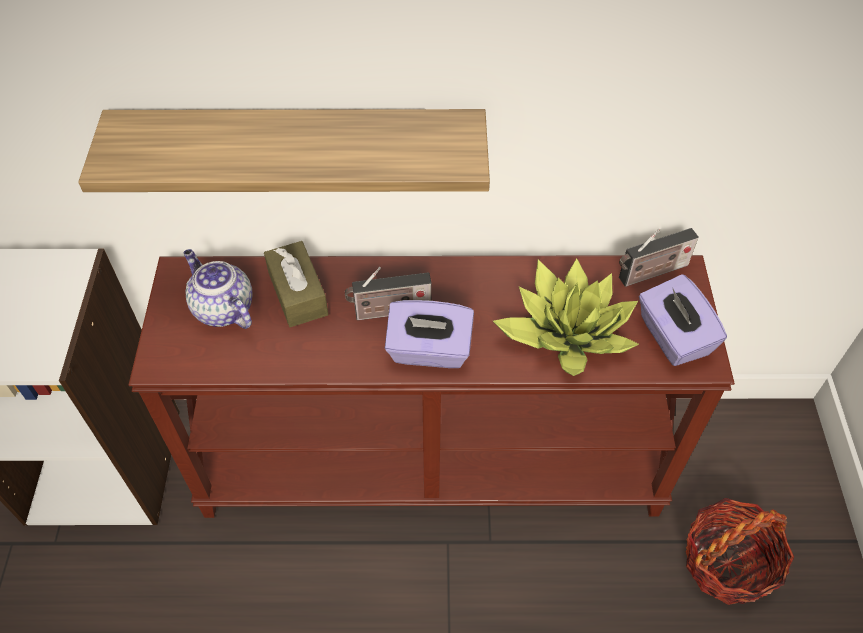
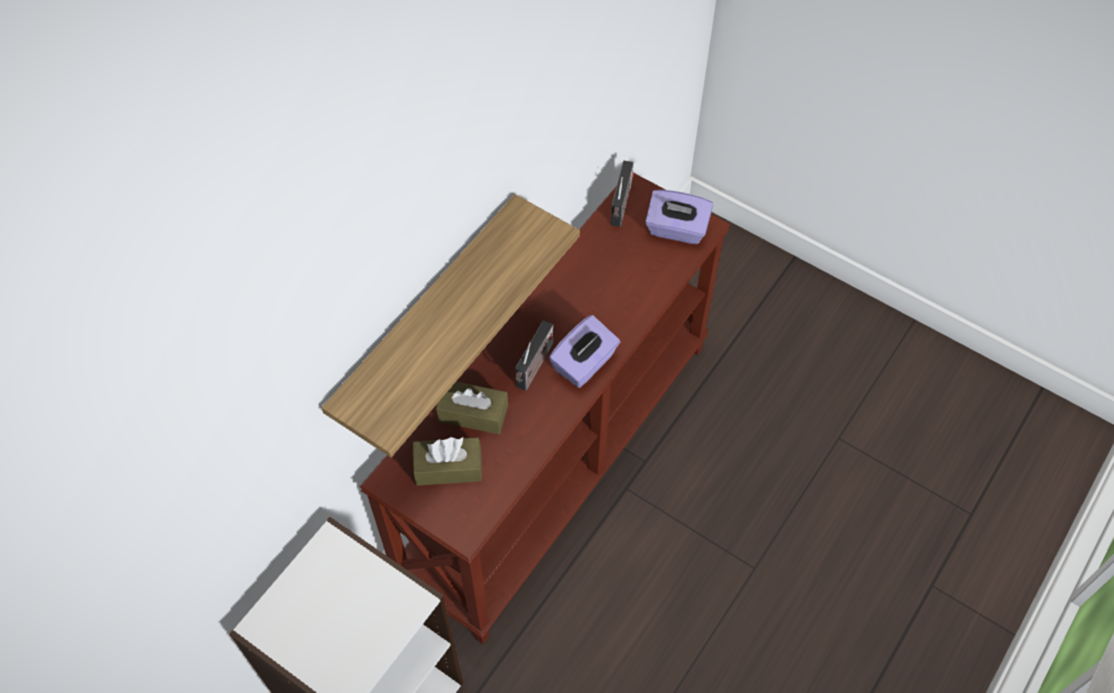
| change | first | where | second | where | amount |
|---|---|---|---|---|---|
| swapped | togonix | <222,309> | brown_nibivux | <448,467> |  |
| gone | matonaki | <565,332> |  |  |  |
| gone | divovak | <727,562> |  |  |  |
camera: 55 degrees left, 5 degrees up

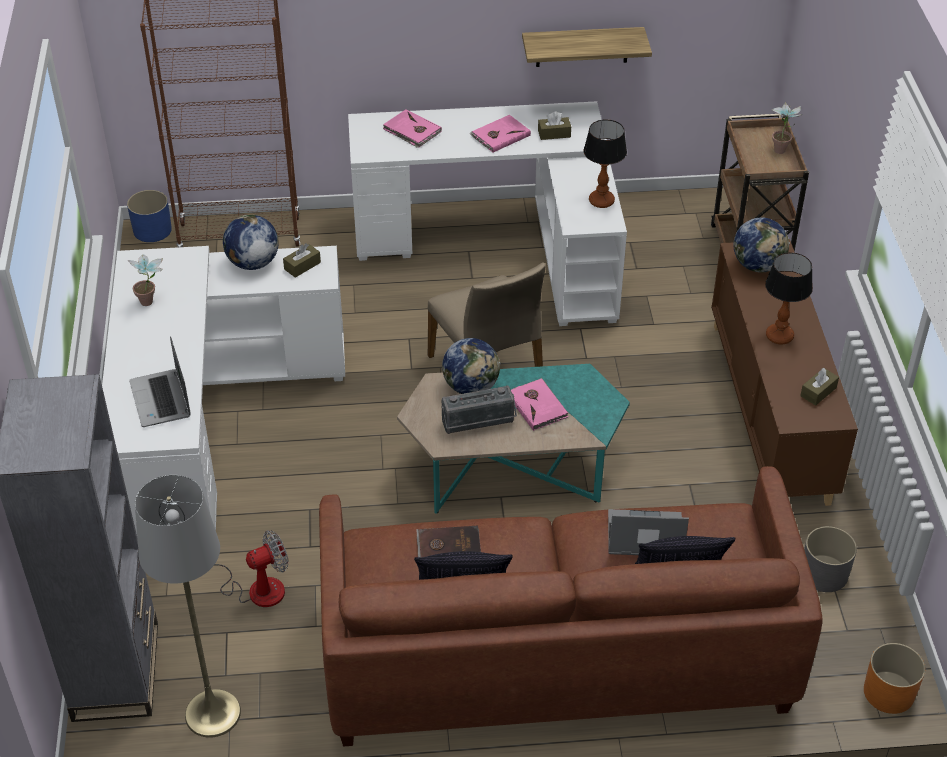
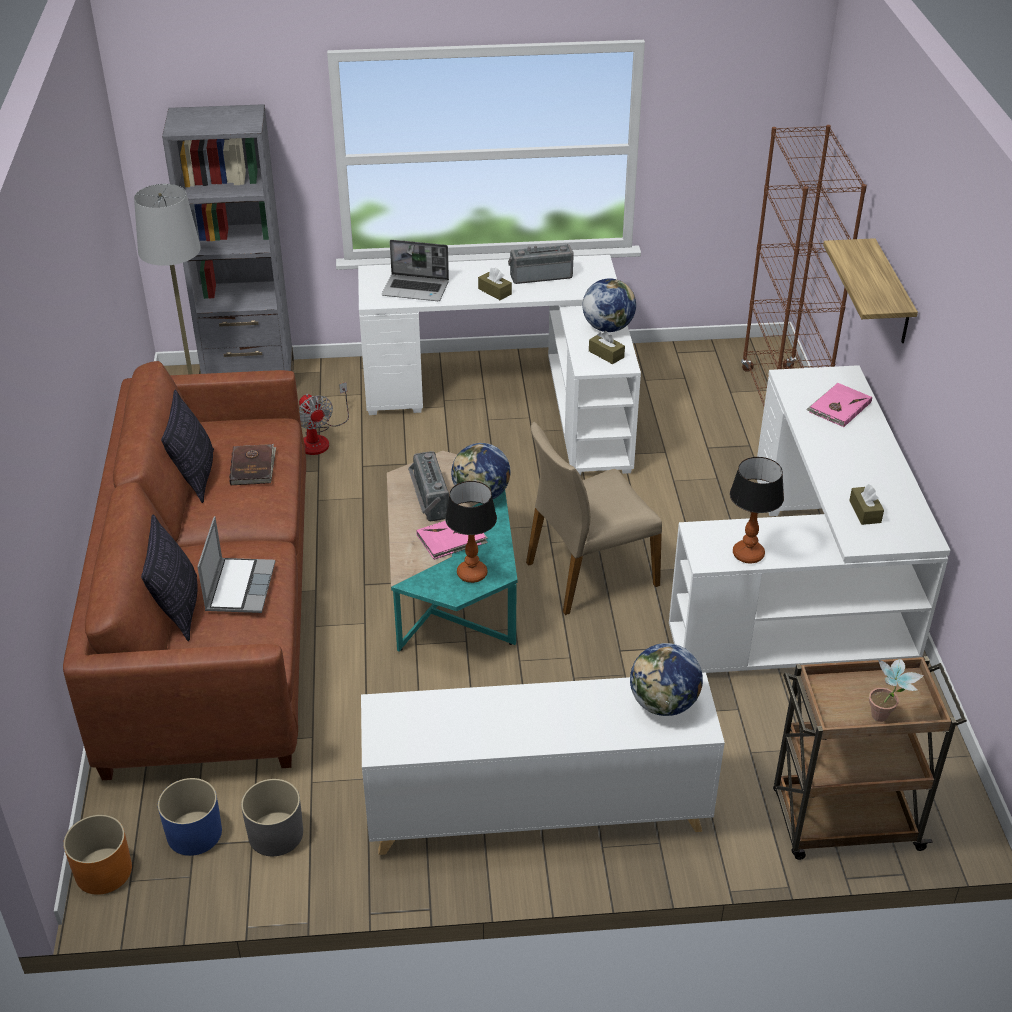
| change | first | where | second | where | amount |
|---|---|---|---|---|---|
| shifted | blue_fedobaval | <152,230> |  | <194,833> |  |
| swapped | matonaki | <151,302> | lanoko | <540,275> |  |
| rotated | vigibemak | <162,400> |  | <416,289> | 150 degrees counterclockwise |
| gone | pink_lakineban | <500,135> |  |  |  |
| shifted | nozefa | <582,46> |  | <891,294> |  |
| repainted | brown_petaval | <769,411> | white_petaval | <536,811> |  |
| shifted | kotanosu | <779,336> |  | <471,573> |  |
| shifted | brown_nibivux | <818,392> |  | <494,291> |  |
camera: 90 degrees right, 5 degrees down

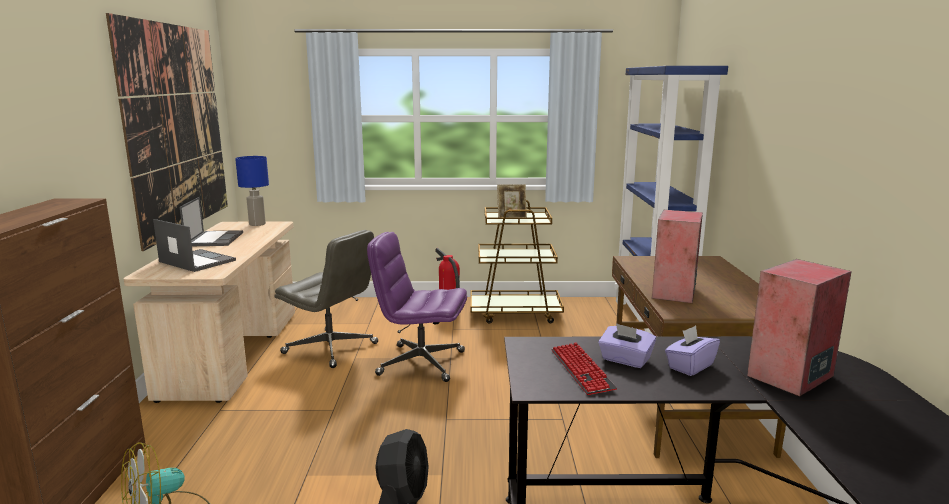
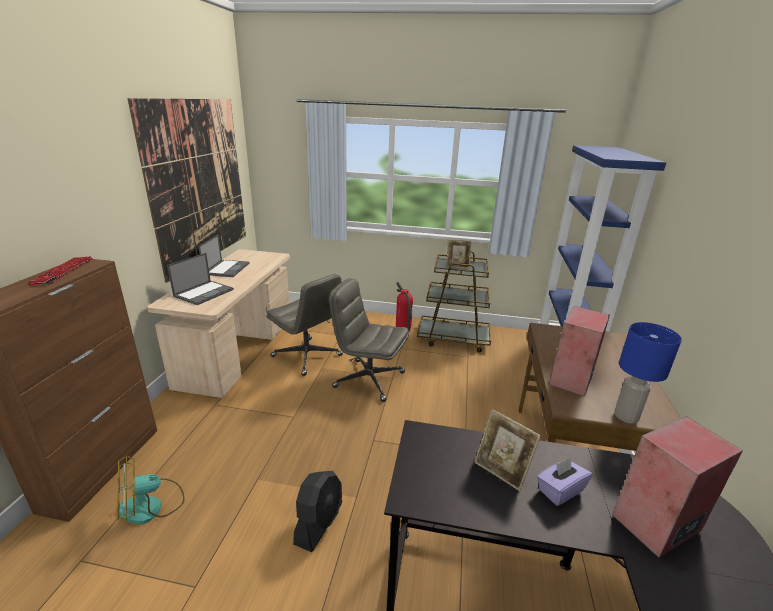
| change | first | where | second | where | amount |
|---|---|---|---|---|---|
| rotated | vigibemak | <196,261> |  | <204,293> | 75 degrees clockwise |
| shifted | blue_kotanosu | <257,224> |  | <626,416> |  |
| repainted | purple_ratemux | <420,363> | grey_ratemux | <368,379> |  |
| shifted | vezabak | <581,370> |  | <63,272> |  |
| swapped | purple_nibivux | <625,360> | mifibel | <501,471> |  |
camera: 10 degrees right, 10 degrees up

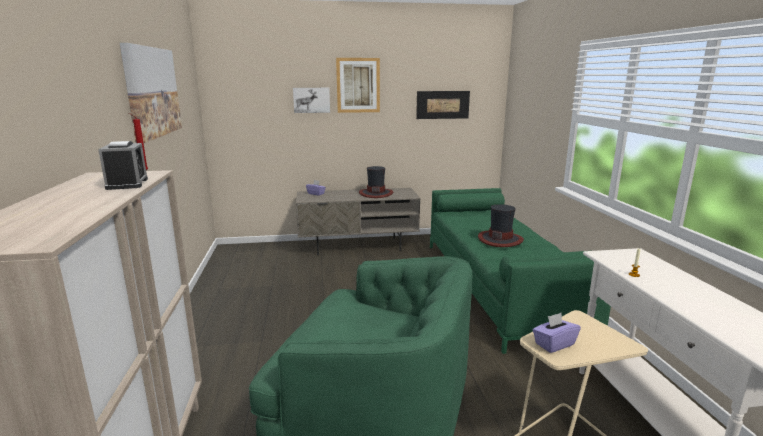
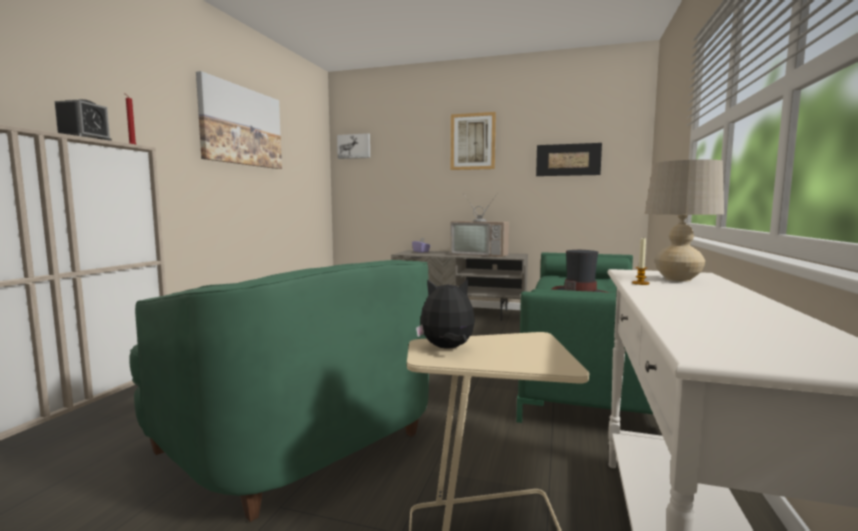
| change | first | where | second | where | amount |
|---|---|---|---|---|---|
| shifted | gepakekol | <311,100> |  | <354,146> |  |
| swapped | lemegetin | <376,193> | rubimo | <480,254> |  |
| swapped | purple_nibivux | <554,344> | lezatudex | <447,349> |  |
| new |  |  | beige_kotanosu | <678,279> |  |
camera: 25 degrees right, 10 degrees down

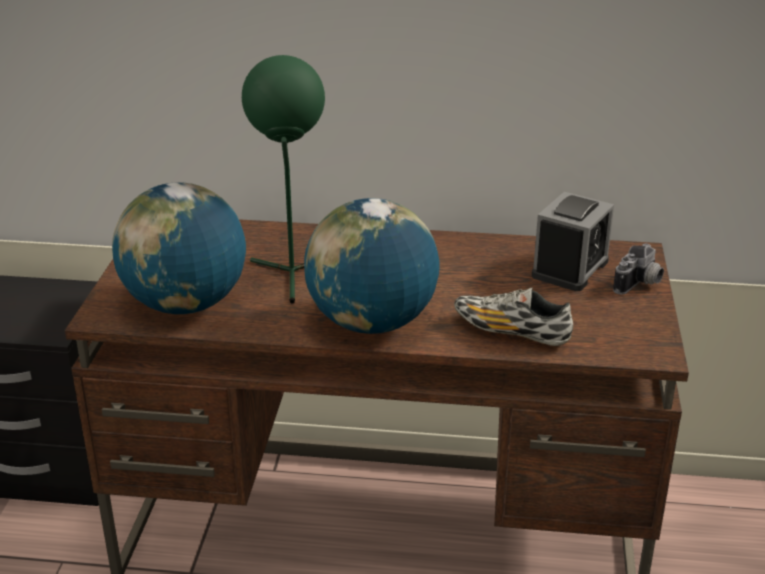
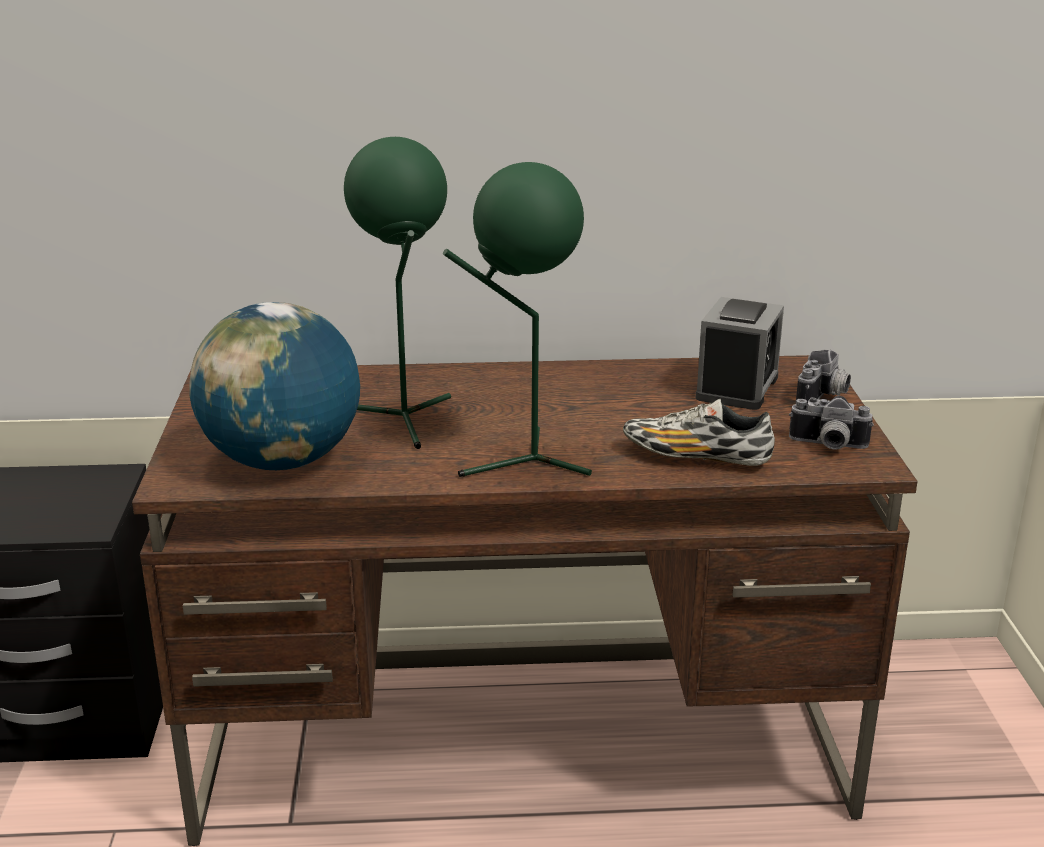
| change | first | where | second | where | amount |
|---|---|---|---|---|---|
| swapped | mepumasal | <371,323> | green_kotanosu | <524,461> |  |
| new |  |  | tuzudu | <827,446> |  |
camera: 10 degrees left, 5 degrees down

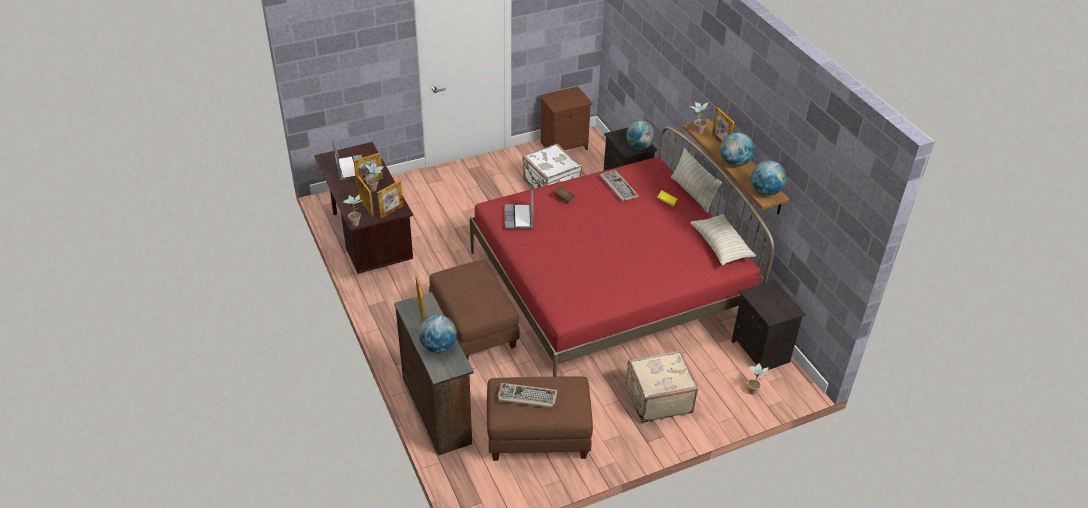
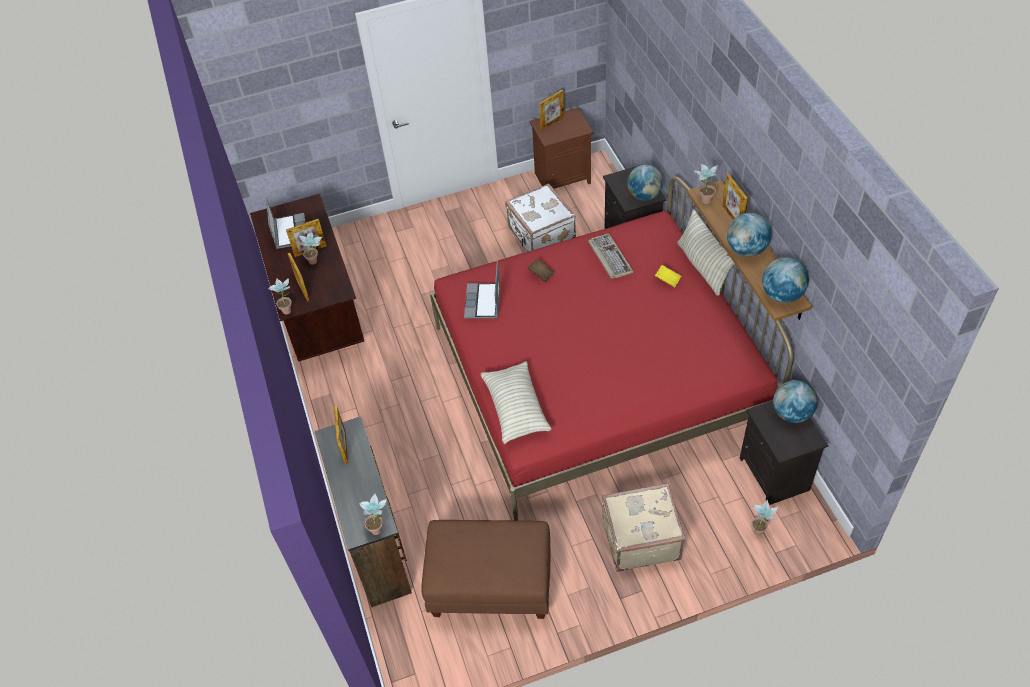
| change | first | where | second | where | amount |
|---|---|---|---|---|---|
| shifted | mifibel | <391,211> |  | <552,123> |  |
| shifted | mepumasal | <438,346> |  | <791,413> |  |
| gone | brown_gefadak | <475,327> |  |  |  |
| gone | vezabak | <526,397> |  |  |  |
| shifted | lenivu | <721,246> |  | <516,409> |  |
| new |  |  | matonaki | <379,527> |  |
camera: 10 degrees right, 10 degrees up

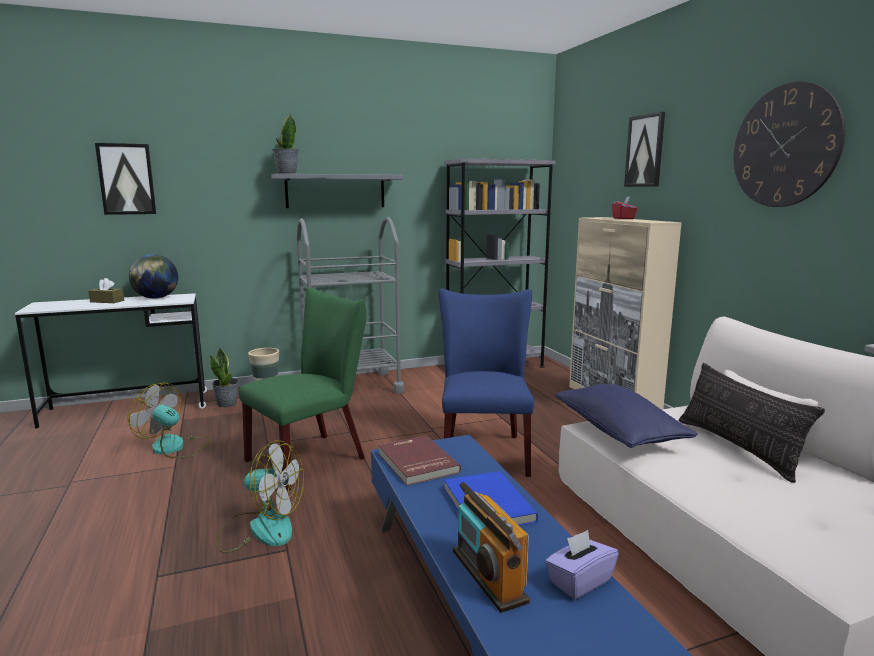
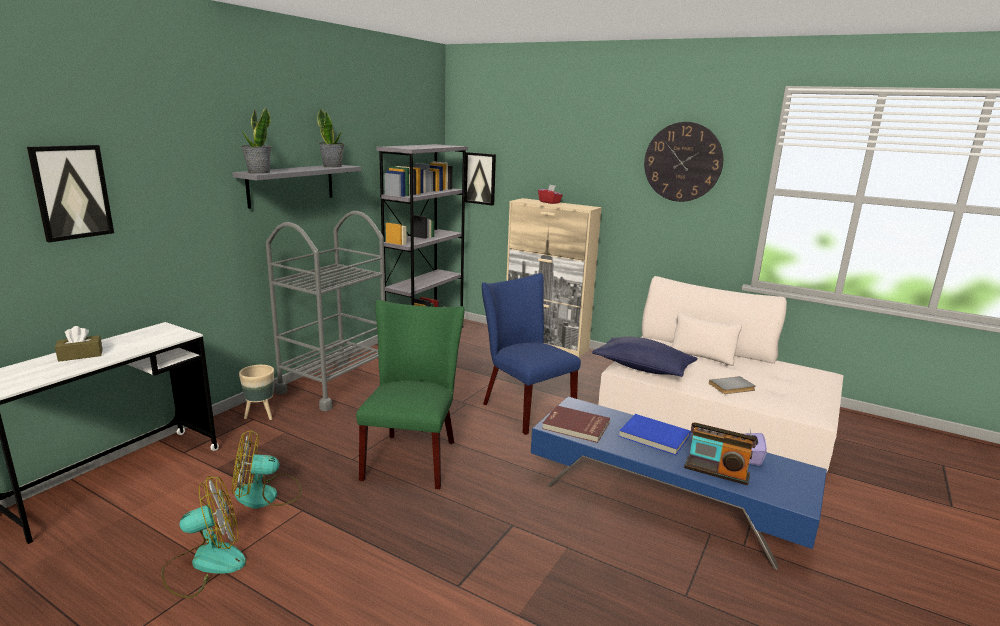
| change | first | where | second | where | amount |
|---|---|---|---|---|---|
| gone | mepumasal | <156,298> |  |  |  |
| shifted | matonaki | <227,404> |  | <332,166> |  |
| shifted | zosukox | <260,528> |  | <205,563> |  |
| shifted | gepakekol | <645,151> |  | <480,178> |  |
| gone | lenivu | <737,447> |  |  |  |
| new |  |  | grey_lakineban | <732,387> |  |
camera: 40 degrees left, 5 degrees up

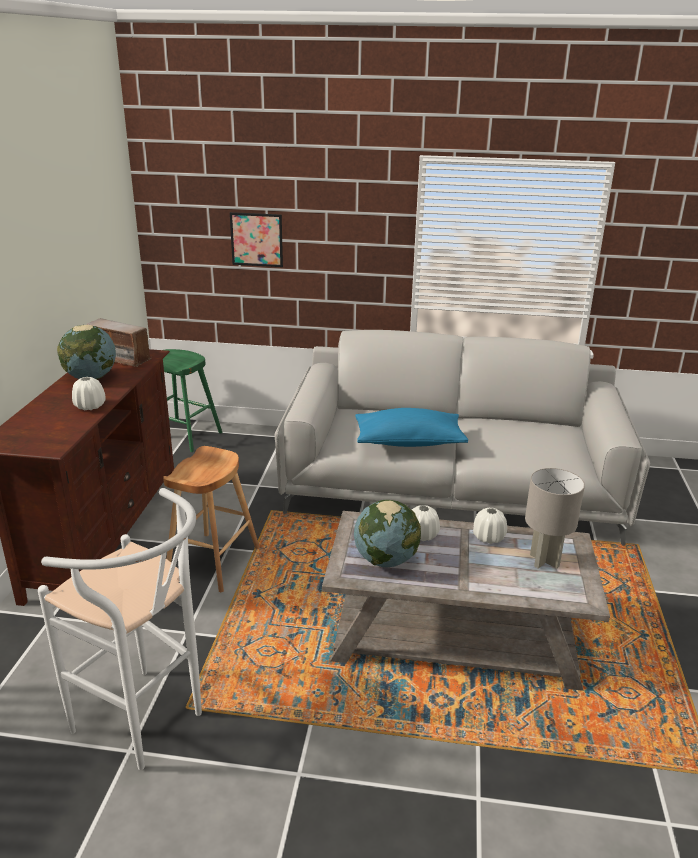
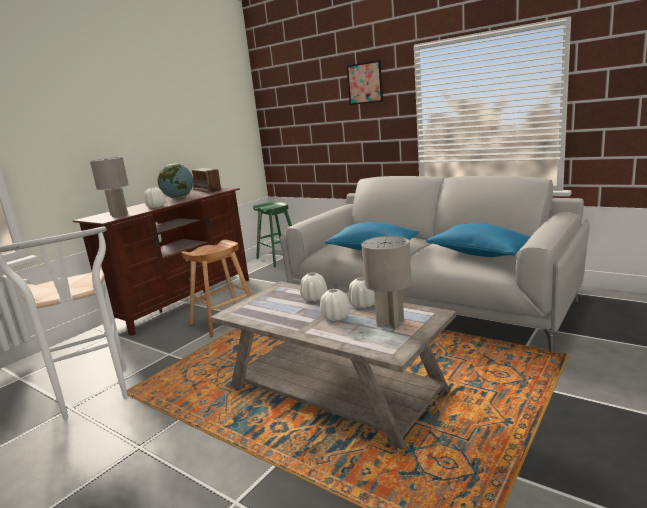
| change | first | where | second | where | amount |
|---|---|---|---|---|---|
| shifted | gepakekol | <256,239> |  | <365,83> |  |
| gone | mepumasal | <386,560> |  |  |  |
| new |  |  | grey_kotanosu | <119,214> |  |
| new |  |  | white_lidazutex | <336,317> |  |
| new |  |  | blue_lenivu | <480,254> |  |
camera: 30 degrees right, 10 degrees down

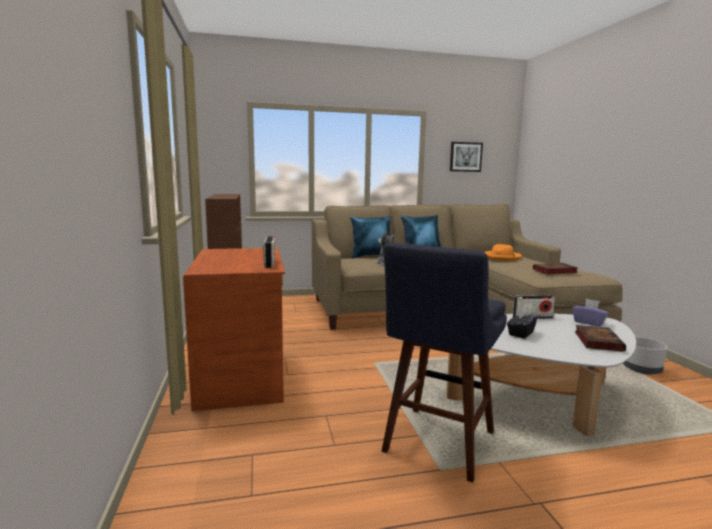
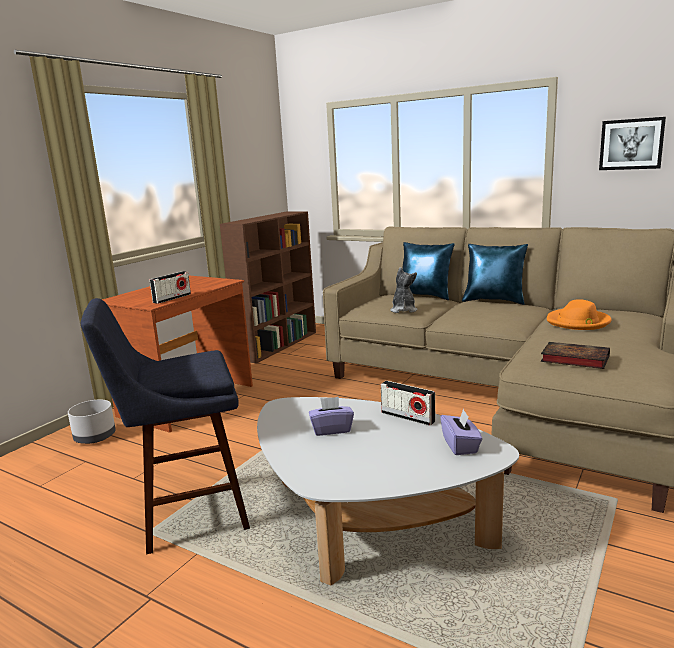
| change | first | where | second | where | amount |
|---|---|---|---|---|---|
| repainted | black_nibivux | <520,333> | purple_nibivux | <331,429> |  |
| gone | lakineban | <597,341> |  |  |  |
| shifted | grey_fedobaval | <642,369> |  | <95,437> |  |
camera: 45 degrees right, 5 degrees up

